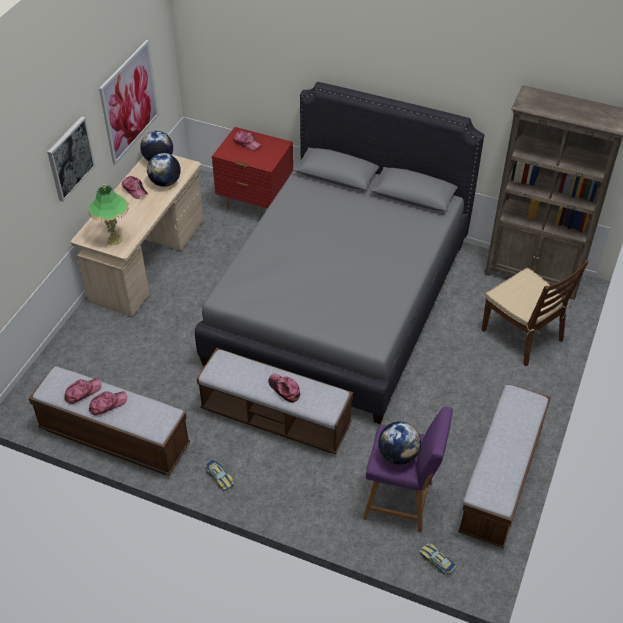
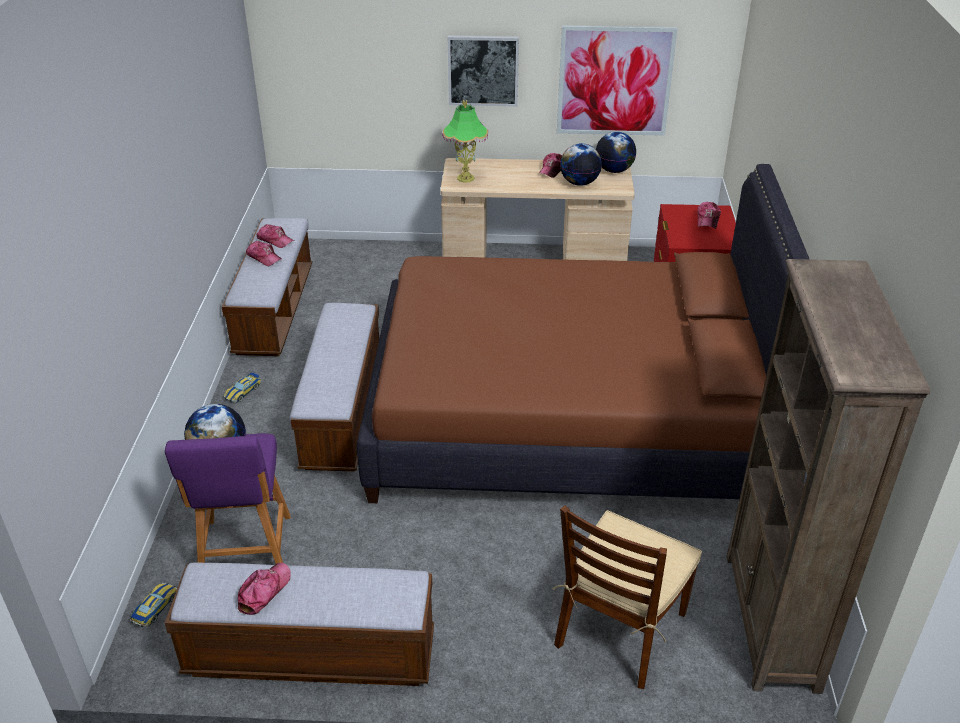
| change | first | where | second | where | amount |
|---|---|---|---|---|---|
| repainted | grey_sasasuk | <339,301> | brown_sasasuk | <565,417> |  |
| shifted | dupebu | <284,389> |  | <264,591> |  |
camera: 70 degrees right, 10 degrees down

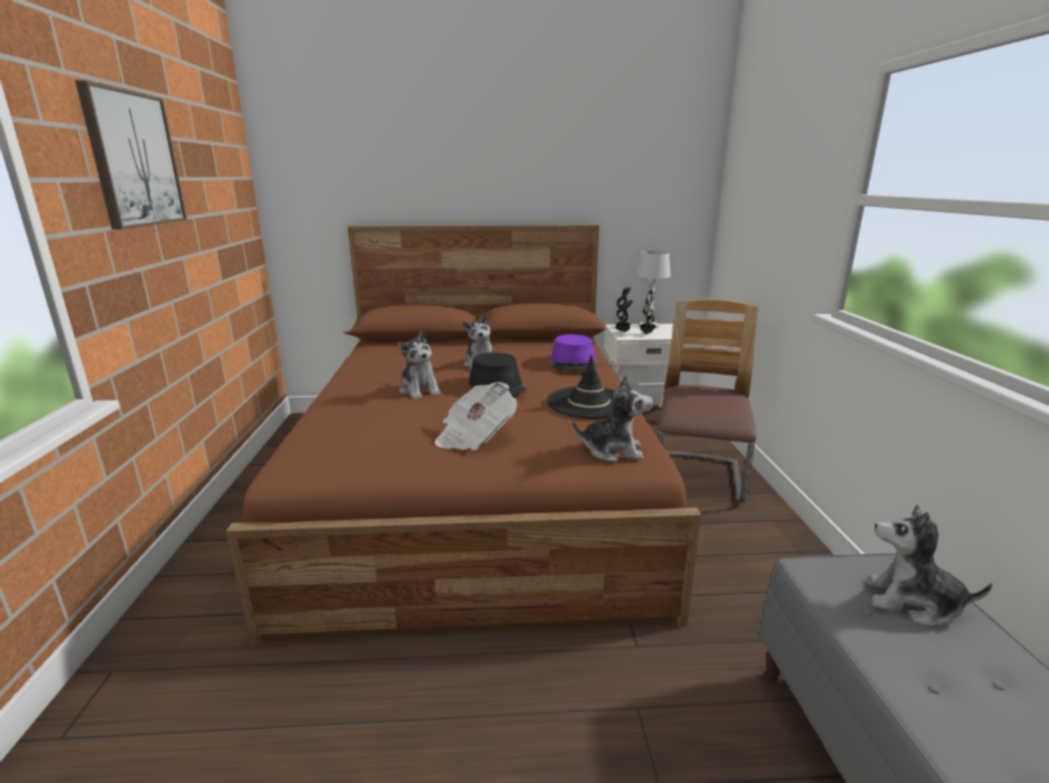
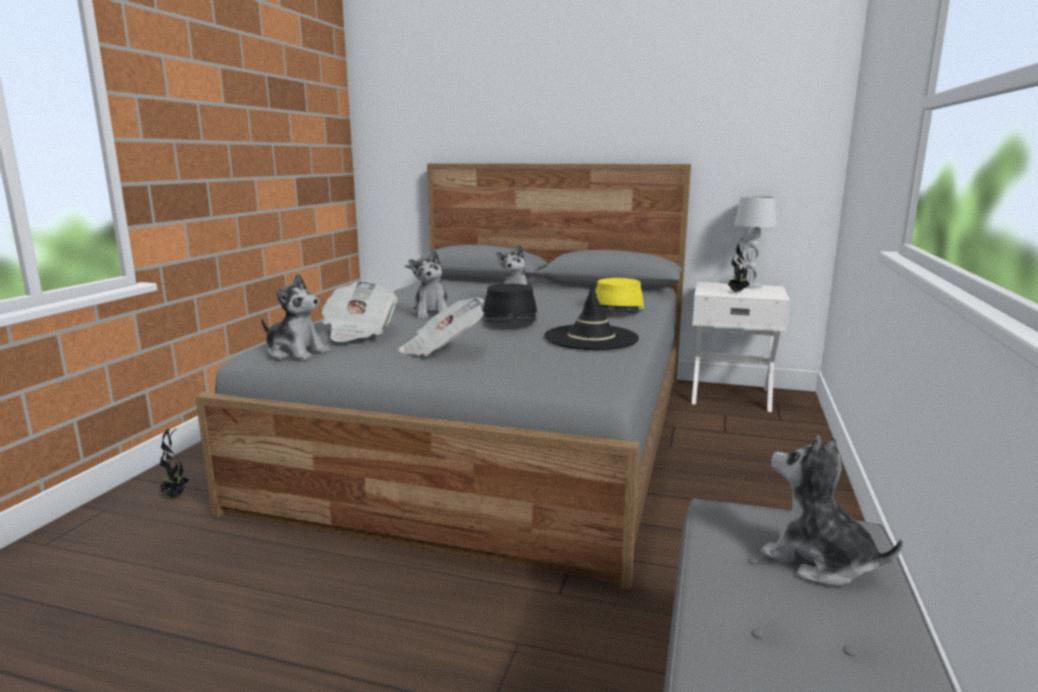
| change | first | where | second | where | amount |
|---|---|---|---|---|---|
| gone | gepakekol | <134,159> |  |  |  |
| repainted | brown_sasasuk | <479,485> | grey_sasasuk | <500,432> |  |
| repainted | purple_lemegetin | <573,363> | yellow_lemegetin | <616,308> |  |
| shifted | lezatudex | <612,451> |  | <296,352> |  |
| shifted | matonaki | <623,332> |  | <175,496> |  |
| gone | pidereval | <697,479> |  |  |  |
| new |  |  | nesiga | <358,332> |  |
camera: 20 degrees right, 5 degrees down

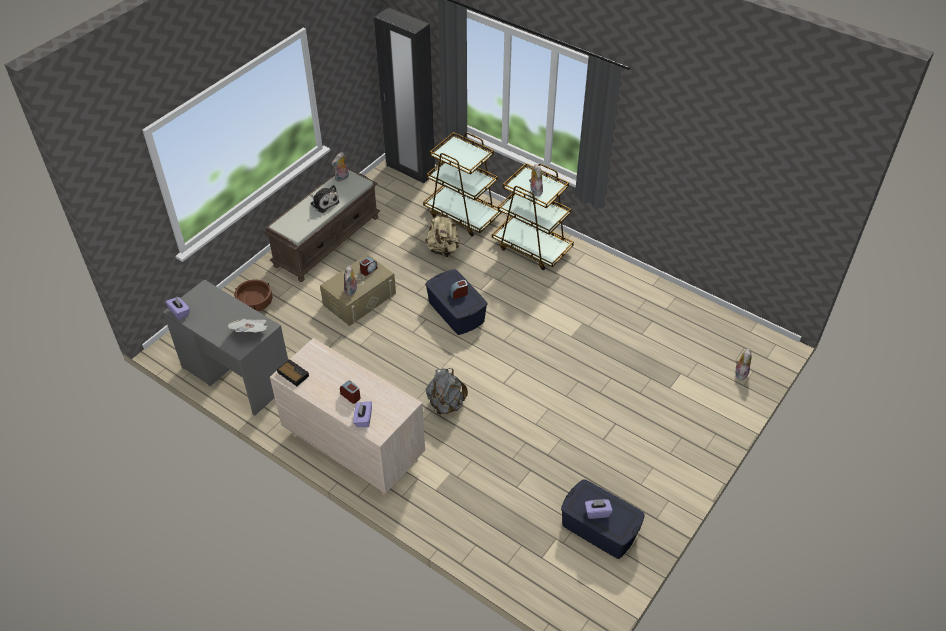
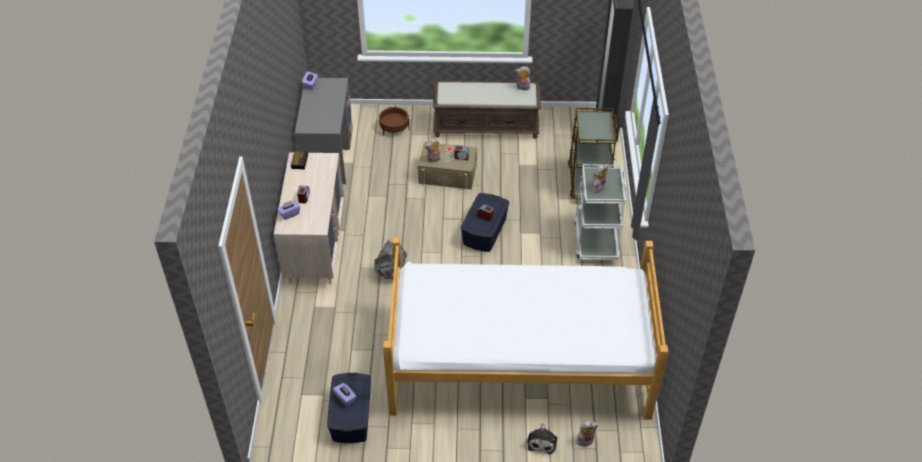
| change | first | where | second | where | amount |
|---|---|---|---|---|---|
| gone | nesiga | <251,332> |  |  |  |
| shifted | lezatudex | <324,202> |  | <542,441> |  |
| gone | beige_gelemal | <443,249> |  |  |  |
| repainted | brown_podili | <532,247> | white_podili | <595,239> |  |
| new |  |  | sasasuk | <519,362> |  |
camera: 55 degrees right, 0 degrees up

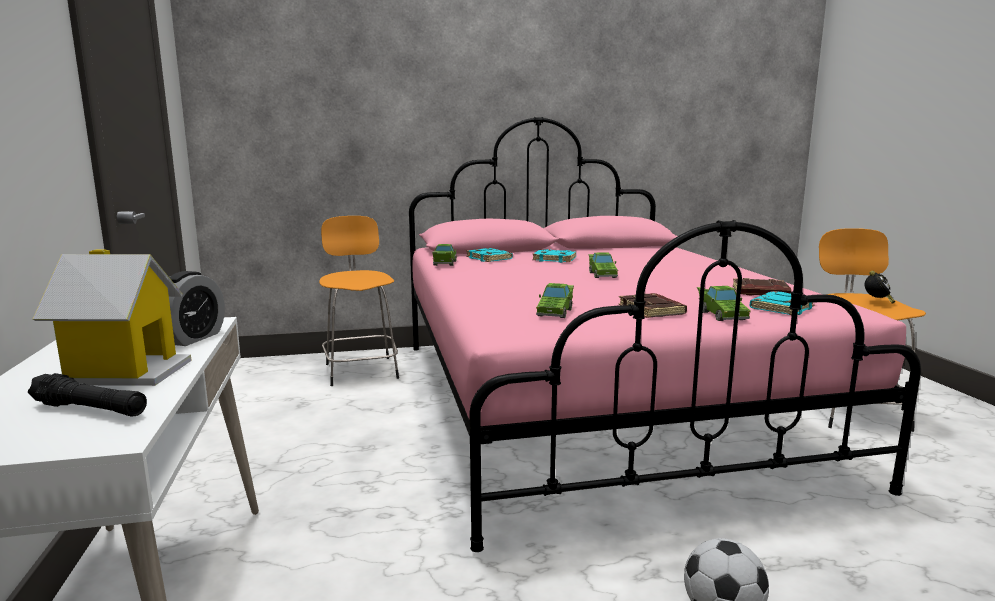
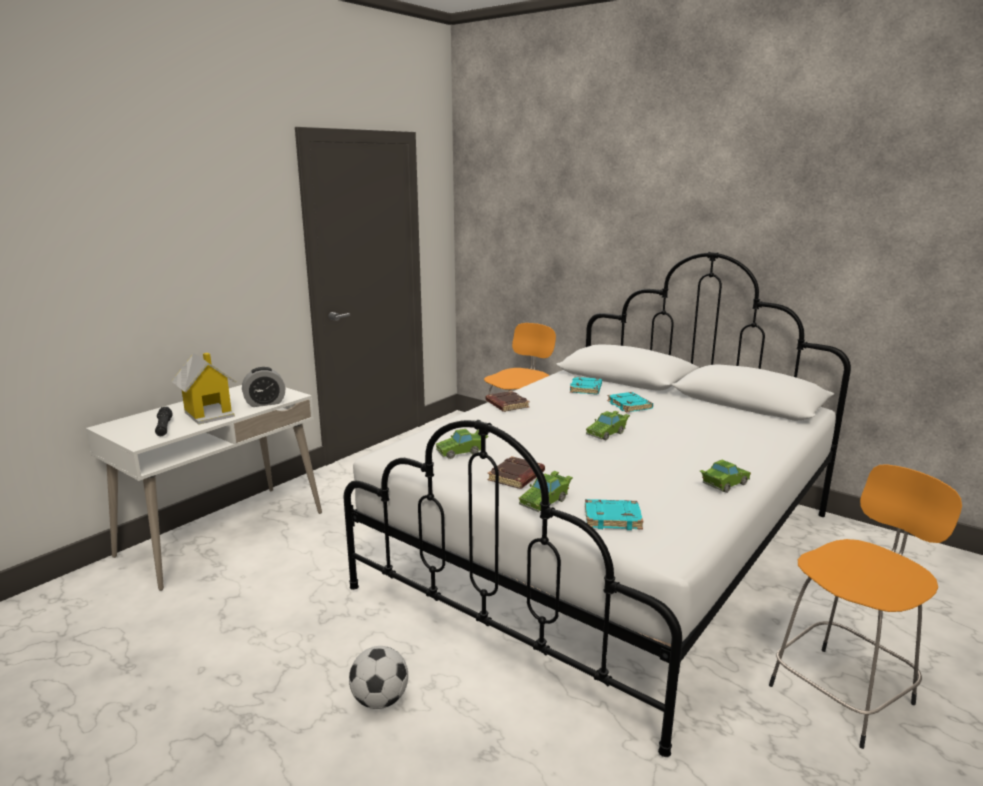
| change | first | where | second | where | amount |
|---|---|---|---|---|---|
| repainted | pink_sasasuk | <593,403> | white_sasasuk | <610,549> |  |
| shifted | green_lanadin | <444,263> |  | <723,485> |  |
| shifted | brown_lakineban | <760,292> |  | <506,405> |  |
| gone | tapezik | <877,301> |  |  |  |
camera: 50 degrees right, 5 degrees up

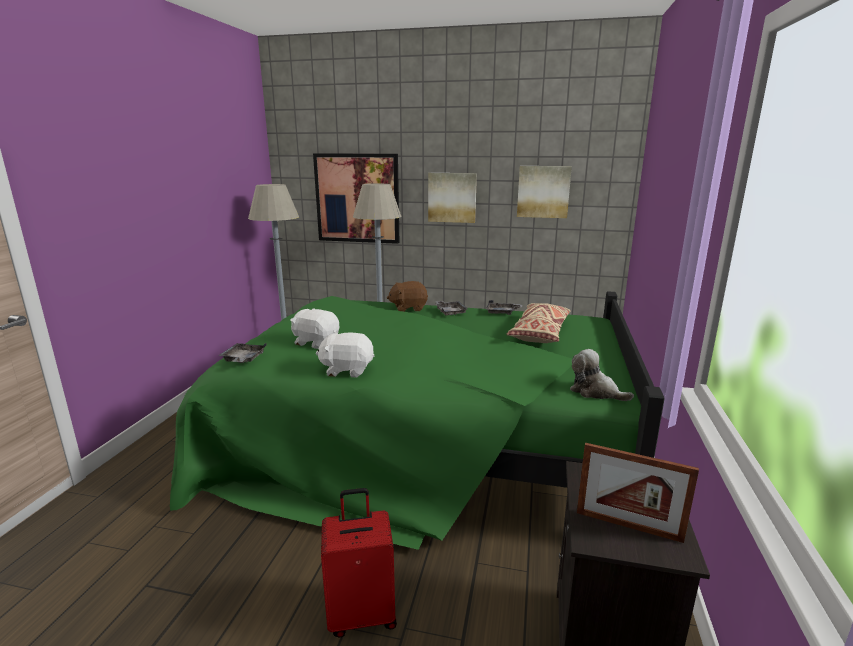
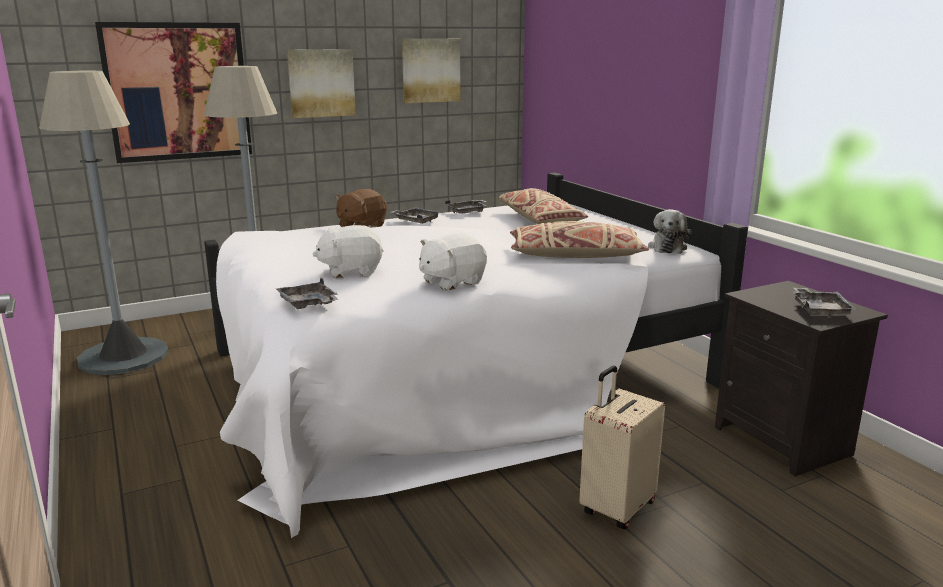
| change | first | where | second | where | amount |
|---|---|---|---|---|---|
| repainted | green_sasasuk | <425,441> | white_sasasuk | <454,376> |  |
| repainted | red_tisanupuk | <362,614> | beige_tisanupuk | <616,508> |  |
| rotated | lezatudex | <595,392> |  | <667,247> | 75 degrees counterclockwise |
| swapped | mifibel | <628,526> | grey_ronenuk | <819,310> |  |
| new |  |  | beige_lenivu | <576,256> |  |
camera: 40 degrees left, 0 degrees up

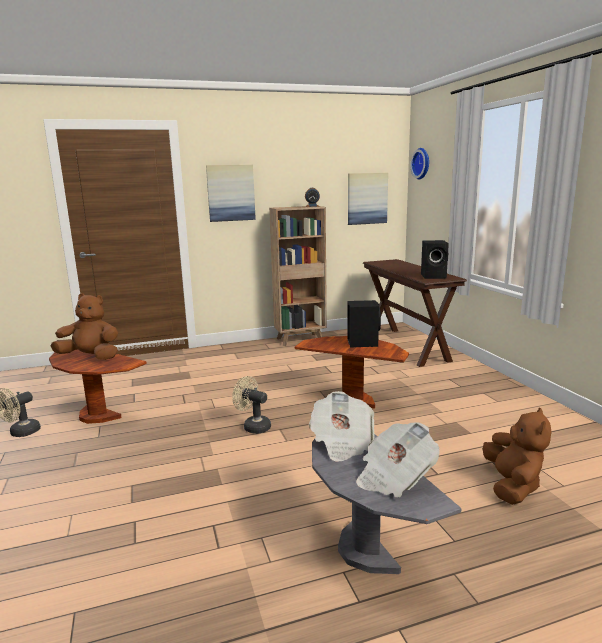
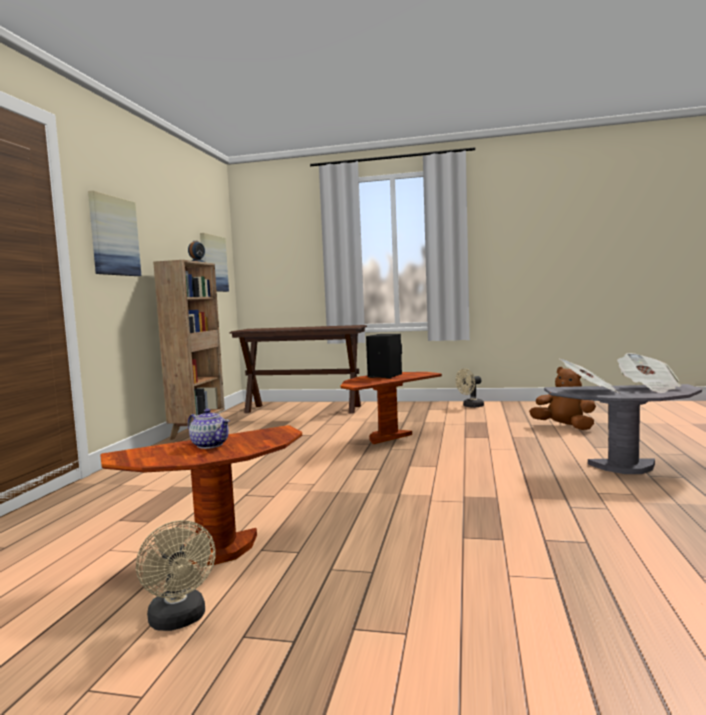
| change | first | where | second | where | amount |
|---|---|---|---|---|---|
| swapped | brown_lezatudex | <91,357> | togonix | <210,445> |  |
| shifted | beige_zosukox | <253,426> |  | <470,406> |  |
| gone | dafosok | <422,163> |  |  |  |
| gone | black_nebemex | <434,276> |  |  |  |
camera: 60 degrees left, 10 degrees down

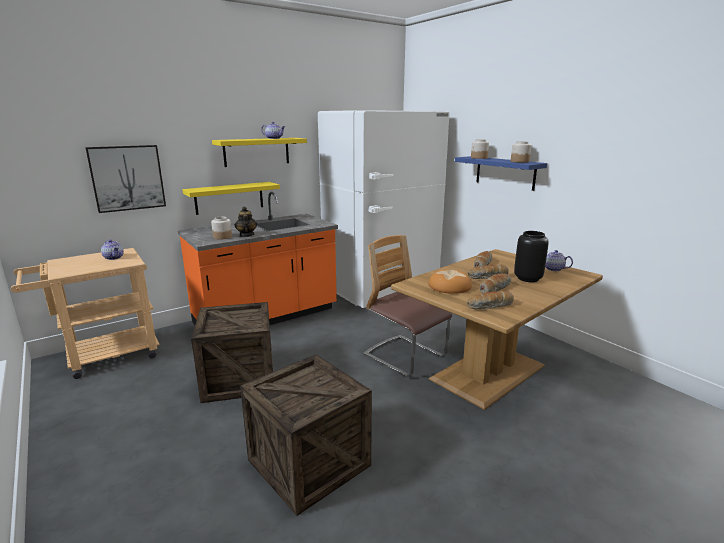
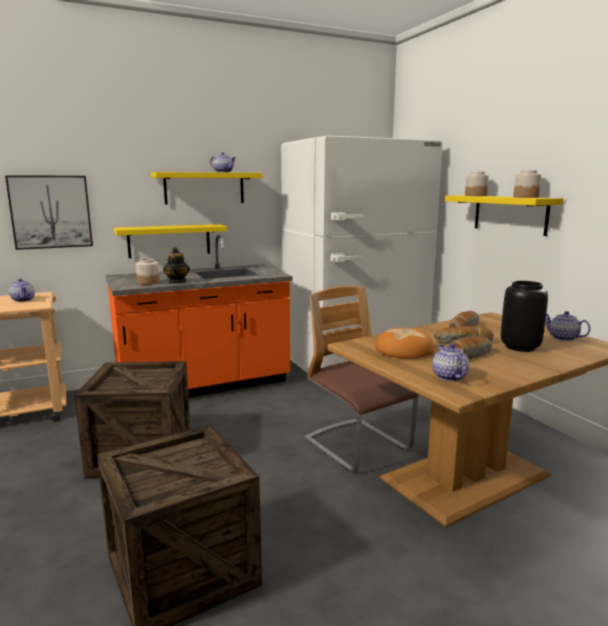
| change | first | where | second | where | amount |
|---|---|---|---|---|---|
| repainted | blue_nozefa | <505,172> | yellow_nozefa | <510,214> |  |
| swapped | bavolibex | <490,306> | togonix | <448,377> |  |
camera: 10 degrees right, 5 degrees down

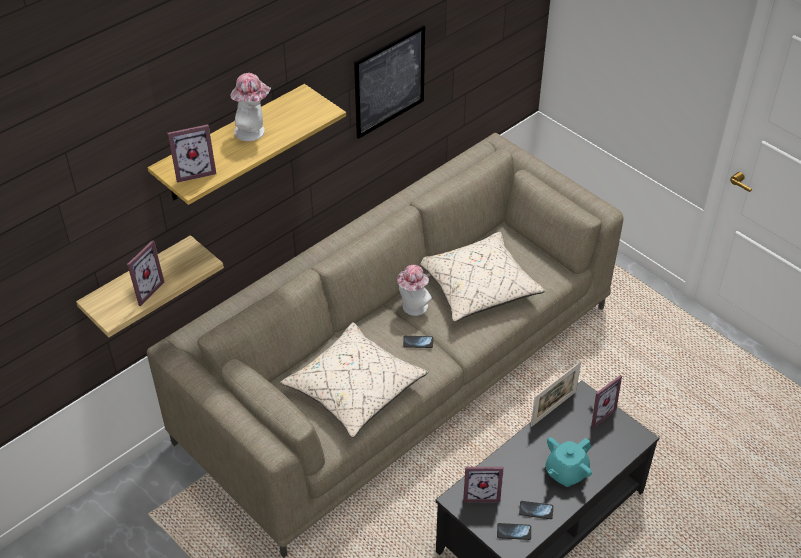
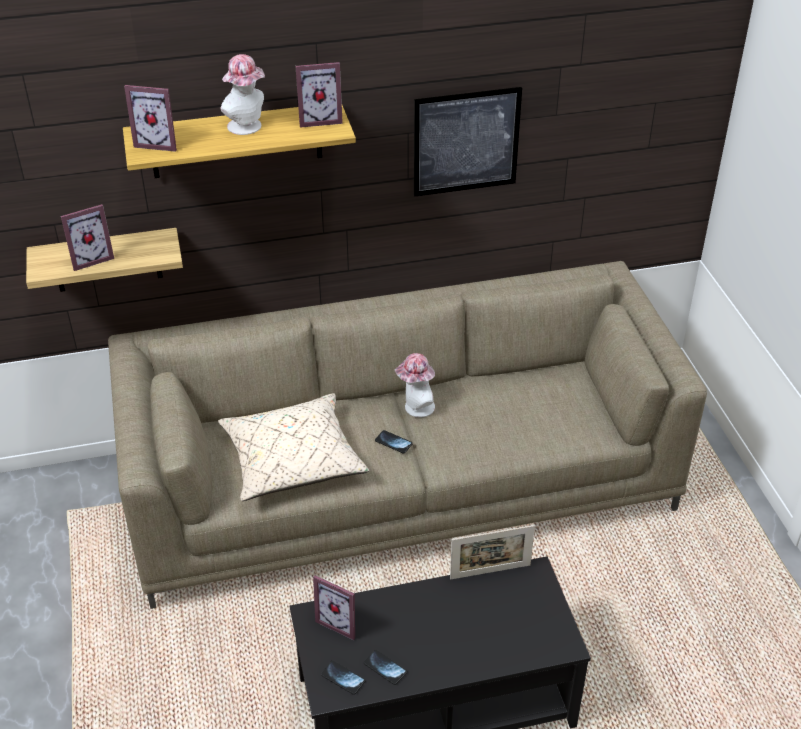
| change | first | where | second | where | amount |
|---|---|---|---|---|---|
| gone | beige_lenivu | <477,287> |  |  |  |
| gone | turquoise_togonix | <566,472> |  |  |  |
| shifted | mifibel | <597,412> |  | <319,119> |  |
camera: 30 degrees right, 5 degrees down

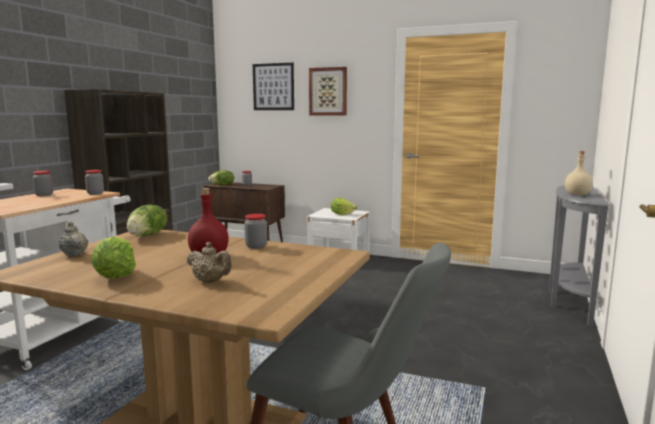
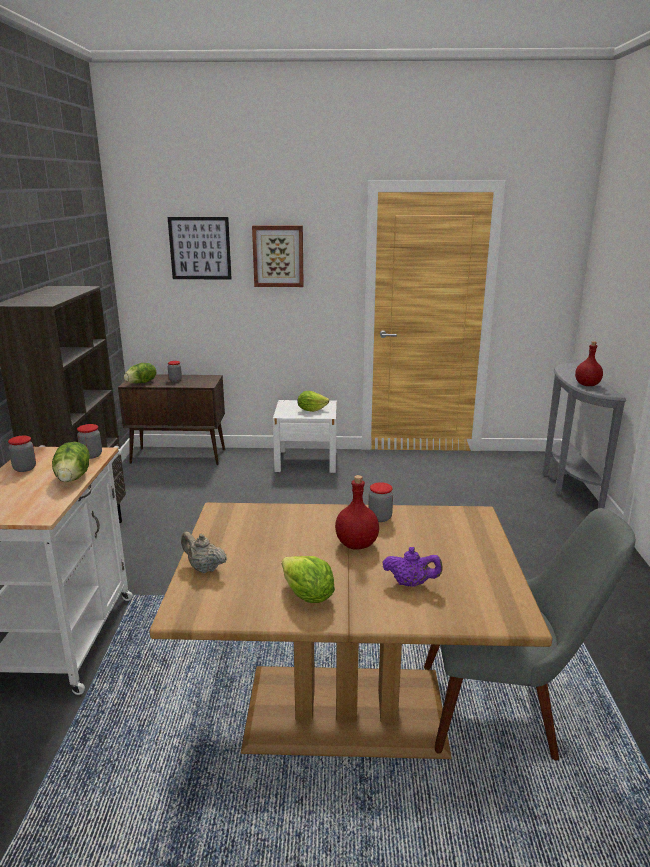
| change | first | where | second | where | amount |
|---|---|---|---|---|---|
| shifted | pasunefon | <148,235> |  | <74,478> |  |
| repainted | beige_togonix | <210,281> | purple_togonix | <411,584> |  |
| repainted | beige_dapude | <577,195> | red_dapude | <587,385> |  |
camera: 20 degrees left, 10 degrees up

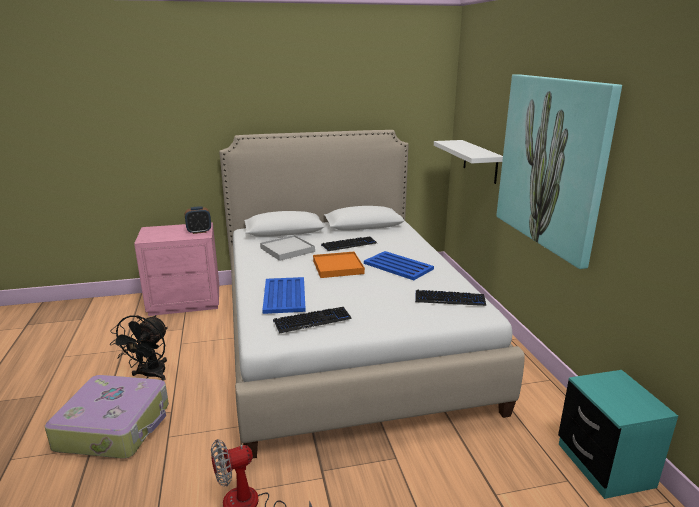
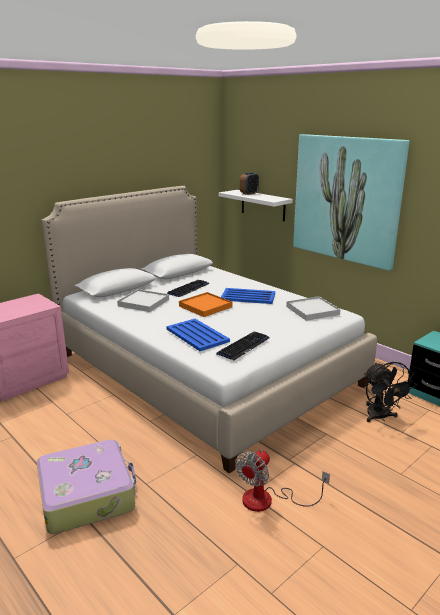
| change | first | where | second | where | amount |
|---|---|---|---|---|---|
| shifted | black_zosukox | <150,375> |  | <380,417> |  |
| shifted | tapezik | <199,231> |  | <249,193> |  |
| swapped | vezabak | <449,299> | white_ronenuk | <312,310> |  |
camera: 30 degrees left, 0 degrees up

